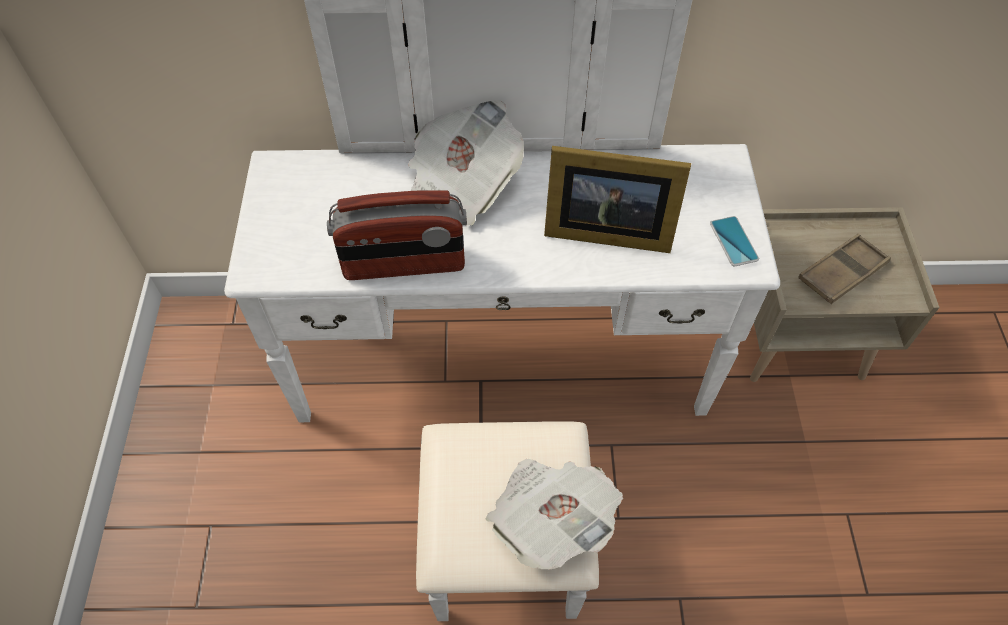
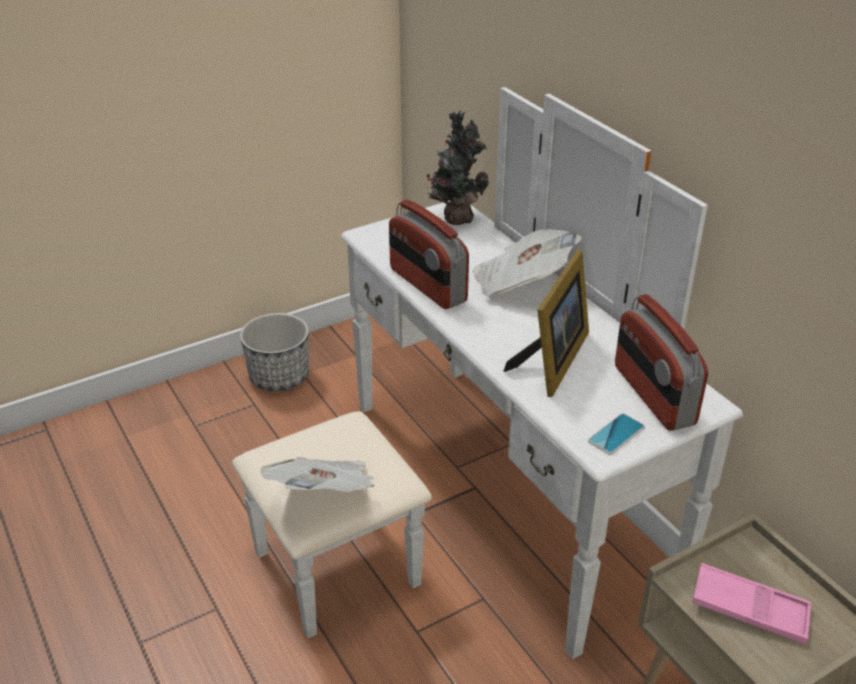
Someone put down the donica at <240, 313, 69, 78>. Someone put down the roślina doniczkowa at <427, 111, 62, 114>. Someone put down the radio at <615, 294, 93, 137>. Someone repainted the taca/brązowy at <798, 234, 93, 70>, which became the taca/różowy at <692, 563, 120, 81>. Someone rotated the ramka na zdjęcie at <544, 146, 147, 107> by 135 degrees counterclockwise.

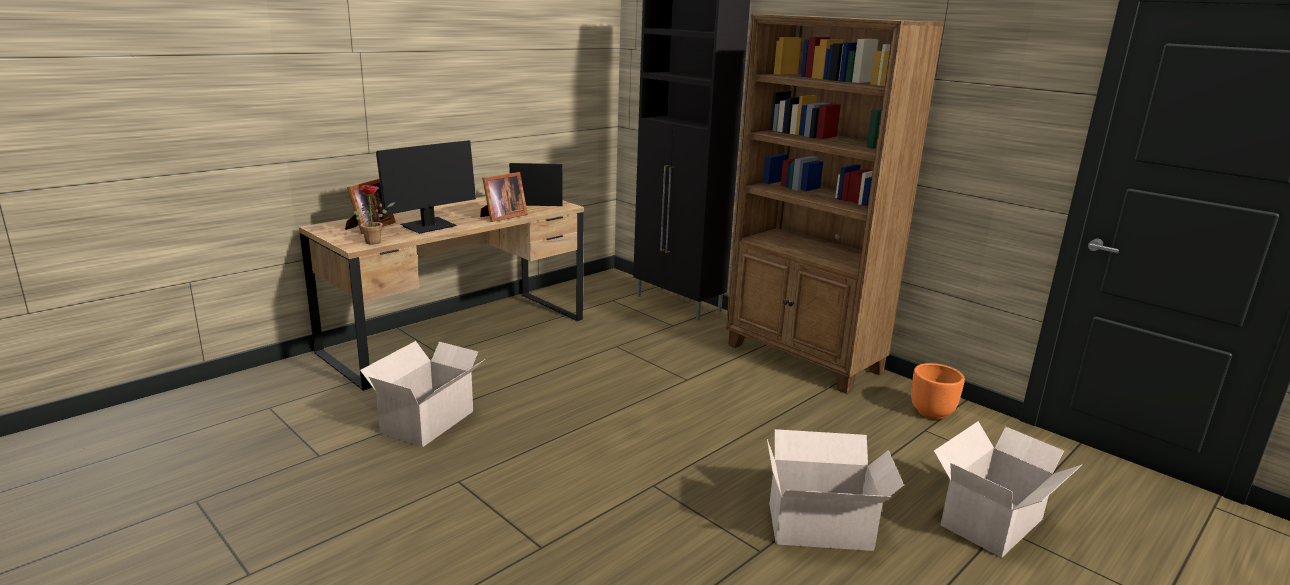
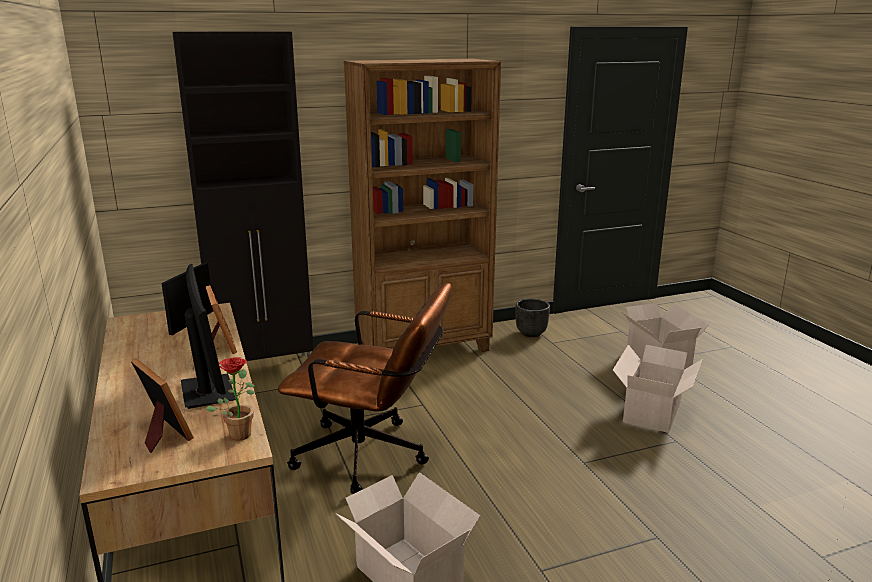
Someone put down the krzesło biurowe/brązowy at <278, 283, 174, 211>. Someone repainted the donica/pomarańczowy at <911, 363, 54, 56>, which became the donica/czarny at <515, 299, 35, 38>.

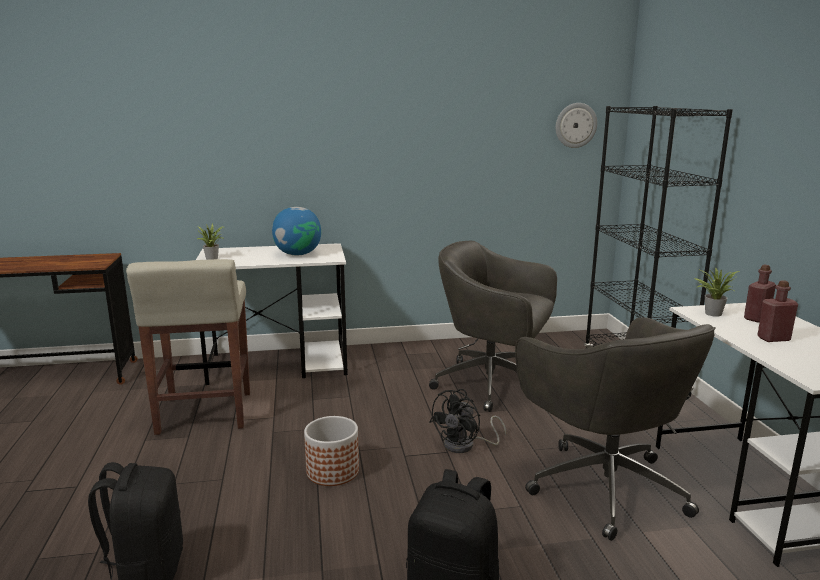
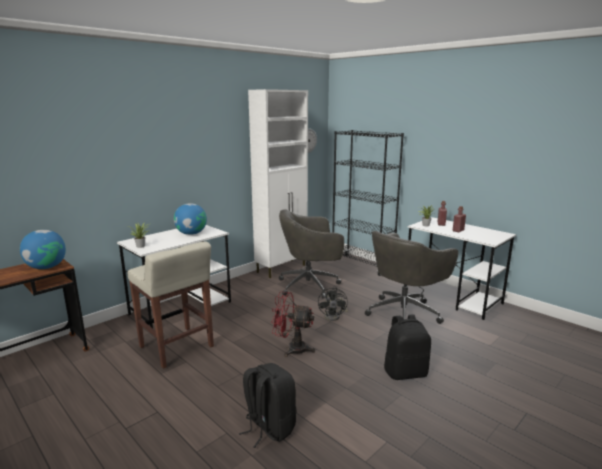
Someone put down the globus at <20, 230, 46, 39>. Someone put down the szafka/biały at <248, 89, 60, 189>. Someone swapped the donica at <304, 416, 55, 70> for the wentylator/czerwony at <271, 292, 44, 65>. Someone rotated the krzesło biurowe/szary at <515, 317, 201, 224> by 105 degrees clockwise.

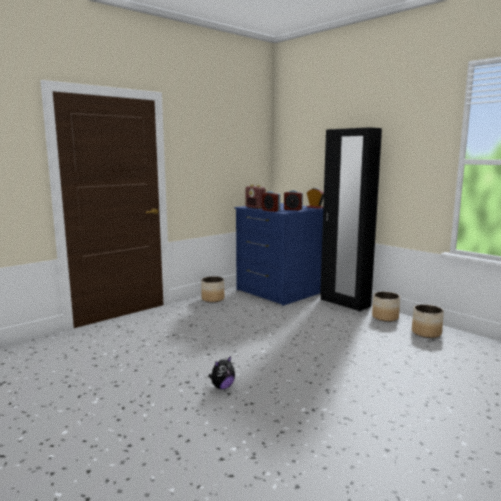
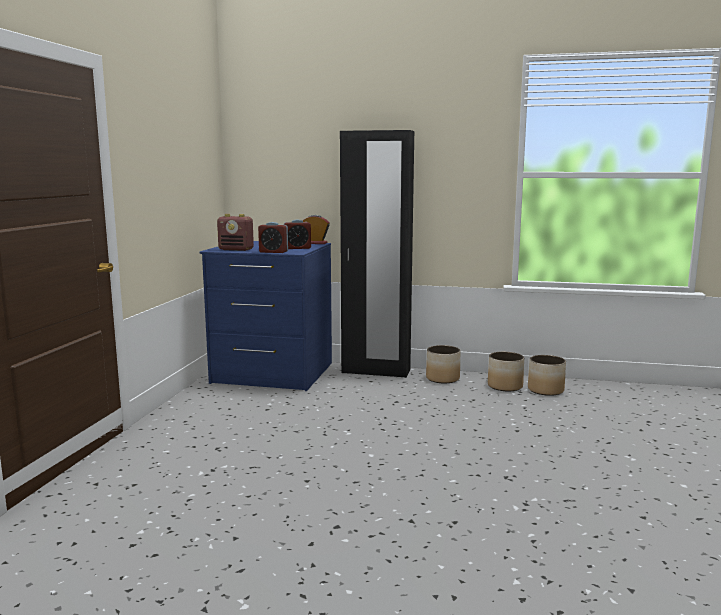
Someone took away the pluszak at <208, 356, 27, 33>. Someone carried the donica from <201, 276, 23, 26> to <528, 355, 38, 41>.

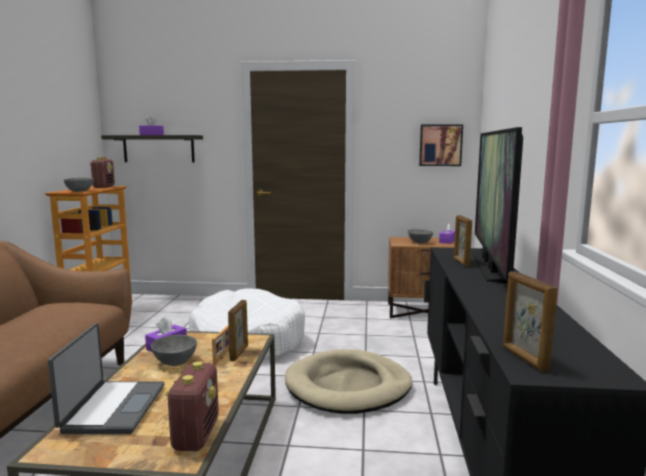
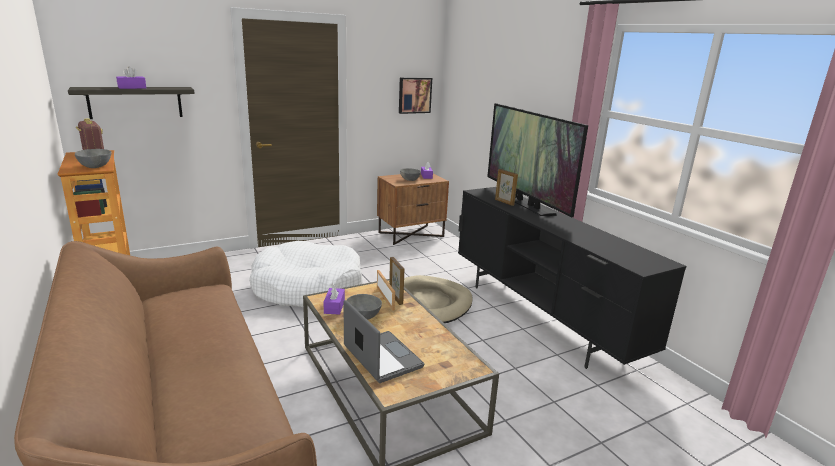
Someone took away the radio at <165, 361, 54, 90>. Someone took away the ramka na zdjęcie at <503, 271, 55, 101>.

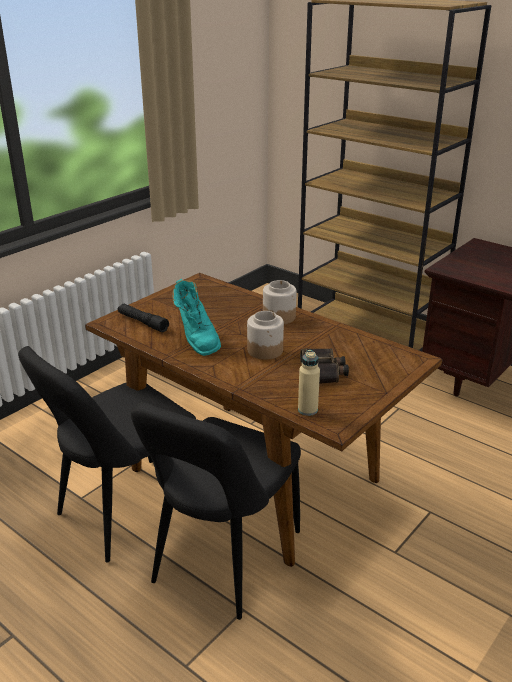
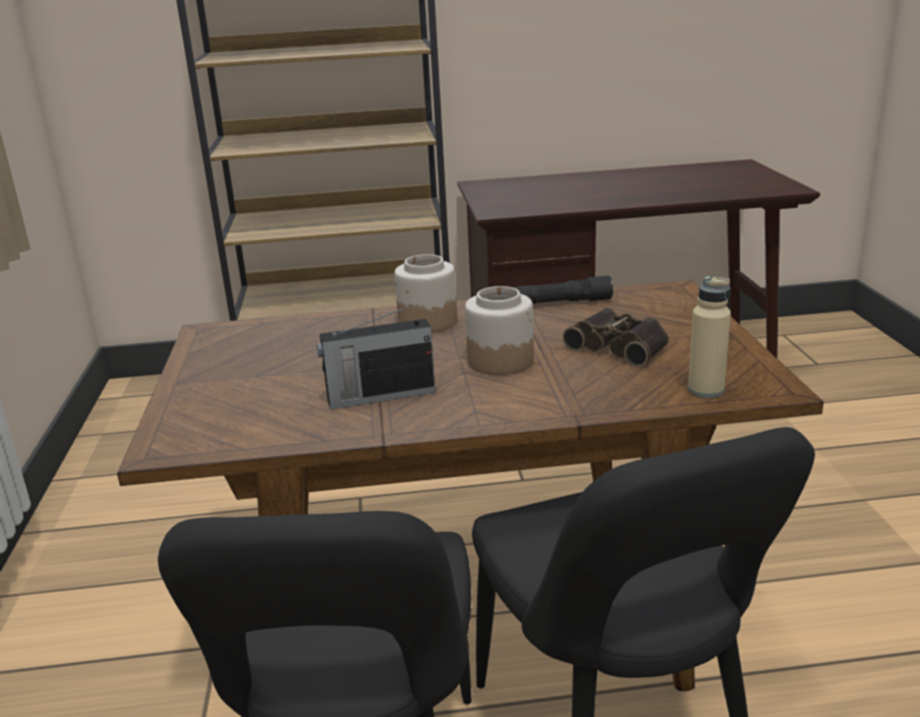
Someone carried the latarka/czarny from <118, 304, 51, 28> to <512, 276, 101, 28>. Someone swapped the but z cholewką/turkusowy at <172, 279, 49, 77> for the radio at <316, 305, 120, 105>.

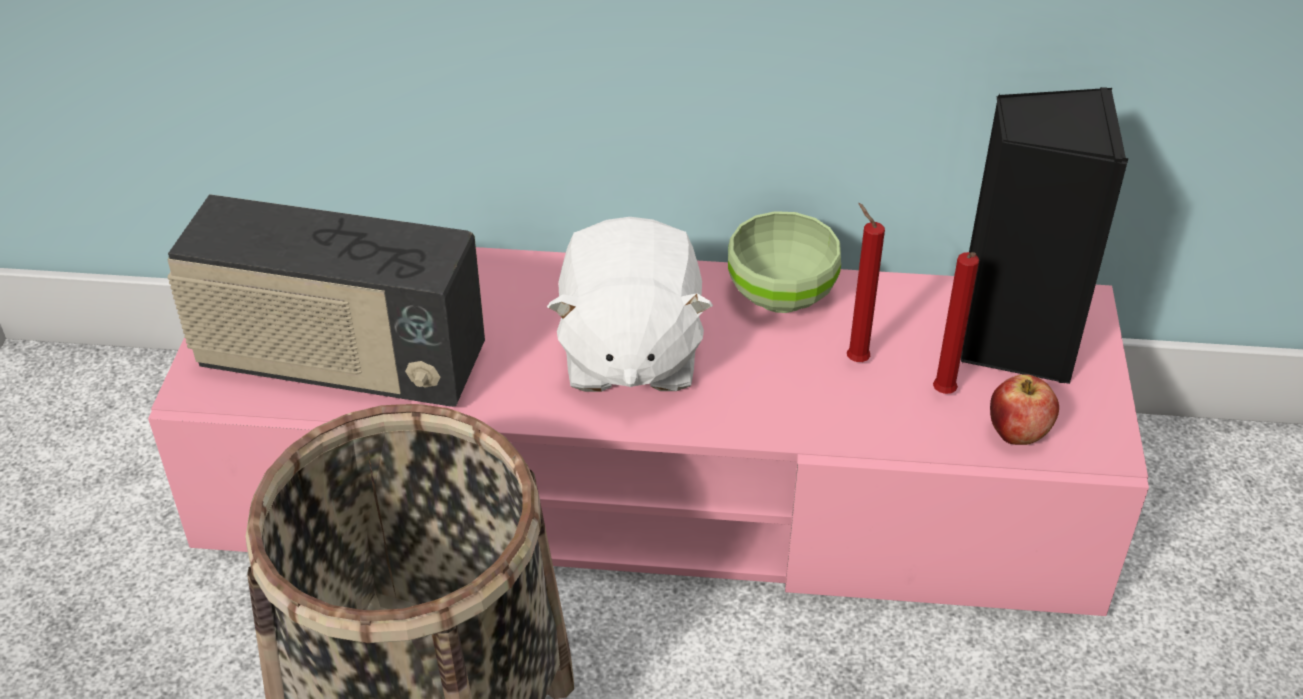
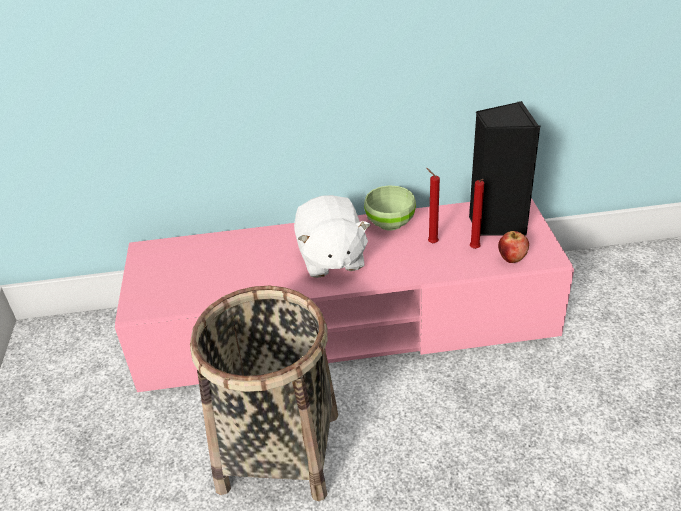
Someone took away the radio at <167, 194, 318, 213>.

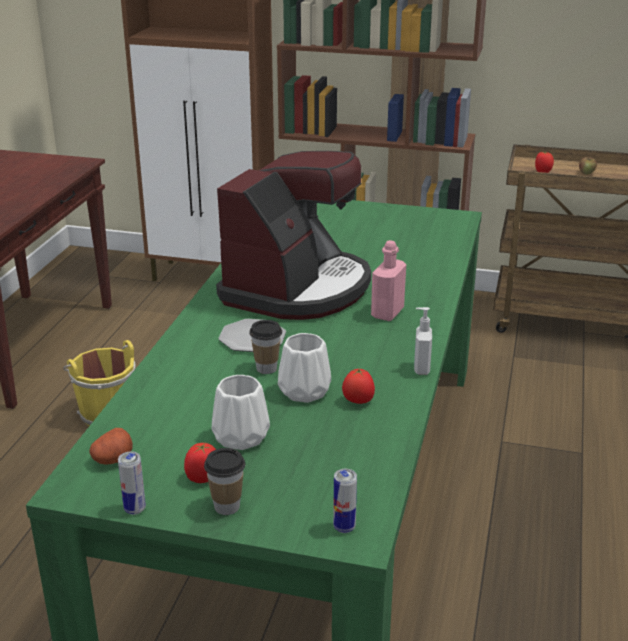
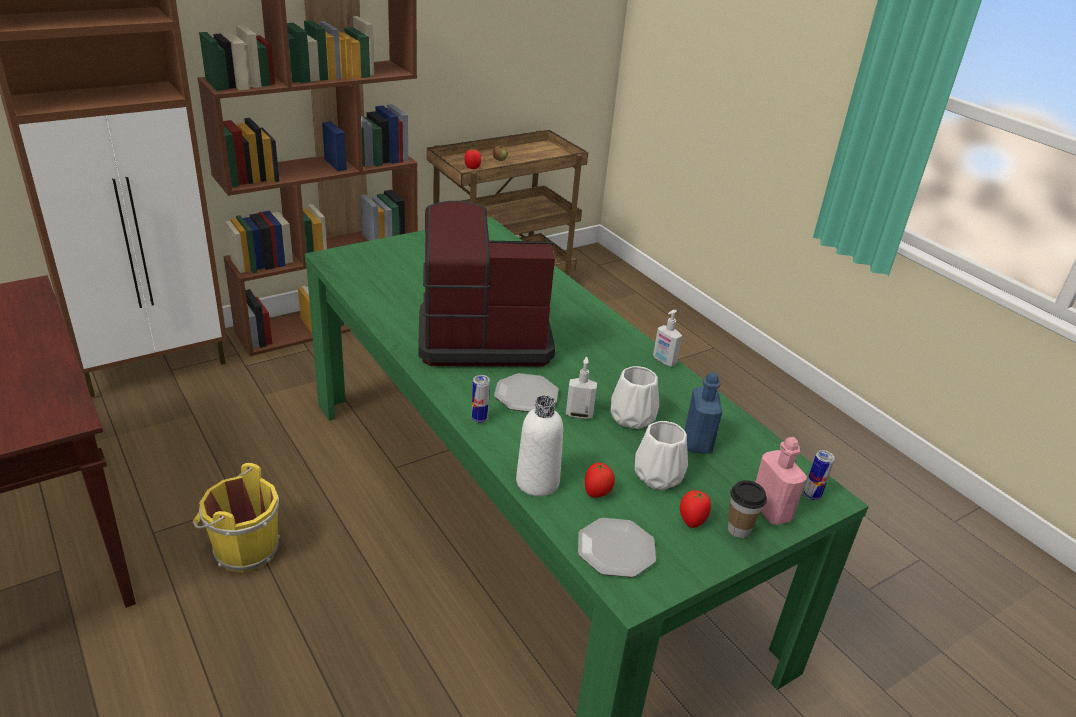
Someone put down the butelka/biały at <516, 395, 47, 101>. Someone put down the butelka/niebieski at <685, 372, 37, 82>. Someone carried the puszka from <118, 451, 28, 64> to <471, 375, 19, 48>. Someone carried the pomidor from <342, 369, 33, 35> to <585, 463, 30, 35>. Someone carried the butelka/różowy from <371, 240, 35, 81> to <755, 437, 52, 88>. Someone swapped the ziemniak at <89, 428, 44, 37> for the talerz at <578, 518, 78, 59>. Someone swapped the filiżanka at <249, 320, 33, 54> for the dozownik mydła at <566, 357, 31, 62>. Someone rotated the ekspres do kawy at <216, 151, 155, 169> by 75 degrees counterclockwise.

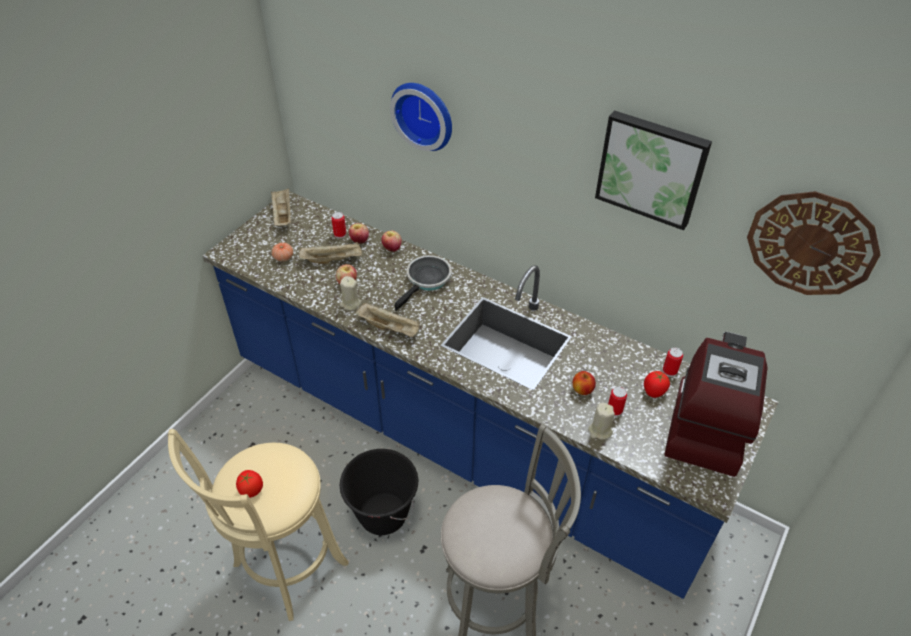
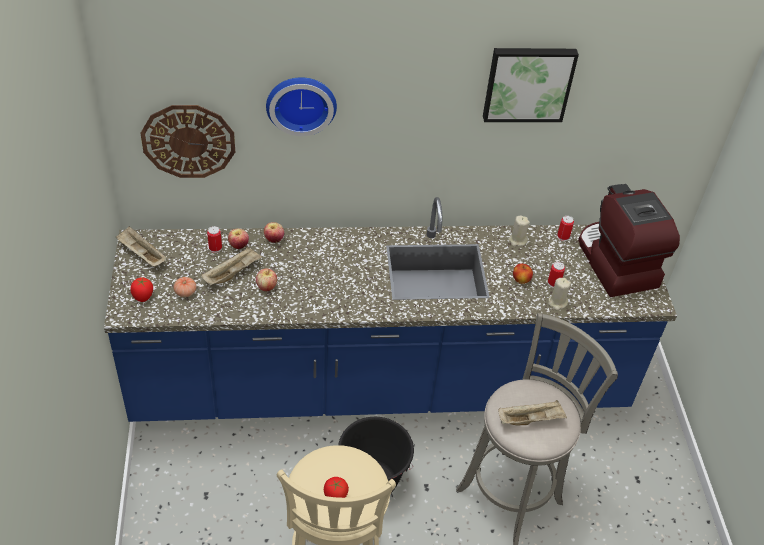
Someone took away the patelnia at <394, 255, 58, 56>. Someone carried the świeca/beżowy from <340, 276, 21, 34> to <508, 216, 22, 30>. Someone carried the taca/beżowy from <355, 302, 65, 35> to <498, 400, 69, 25>. Someone carried the pomidor from <644, 371, 26, 27> to <130, 277, 23, 25>. Someone carried the zegar ścienny from <747, 191, 134, 104> to <140, 105, 95, 73>.

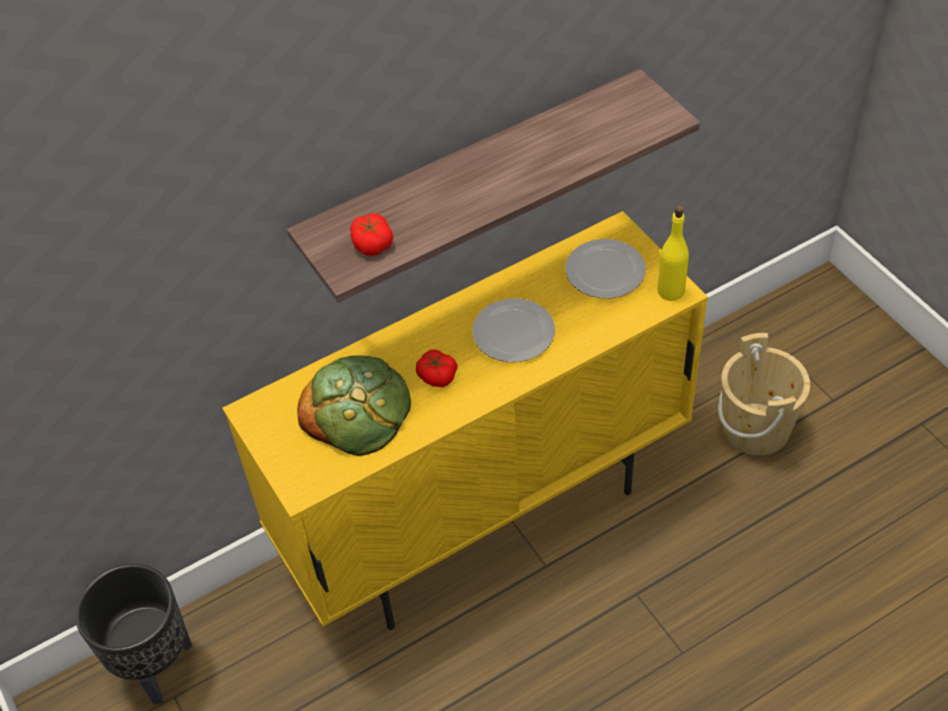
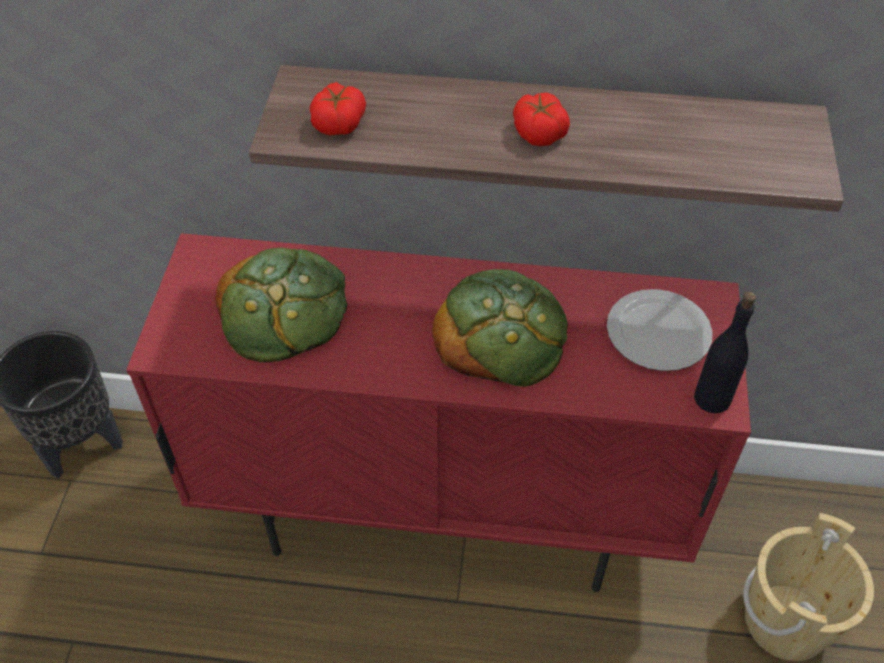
Someone carried the pomidor from <416, 350, 42, 37> to <513, 93, 57, 53>. Someone swapped the talerz at <472, 298, 83, 64> for the chleb at <432, 269, 136, 118>. Someone repainted the szafka/żółty at <222, 211, 486, 419>, which became the szafka/czerwony at <126, 233, 625, 359>. Someone repainted the butelka/żółty at <657, 205, 32, 96>, which became the butelka/czarny at <694, 292, 62, 122>.

